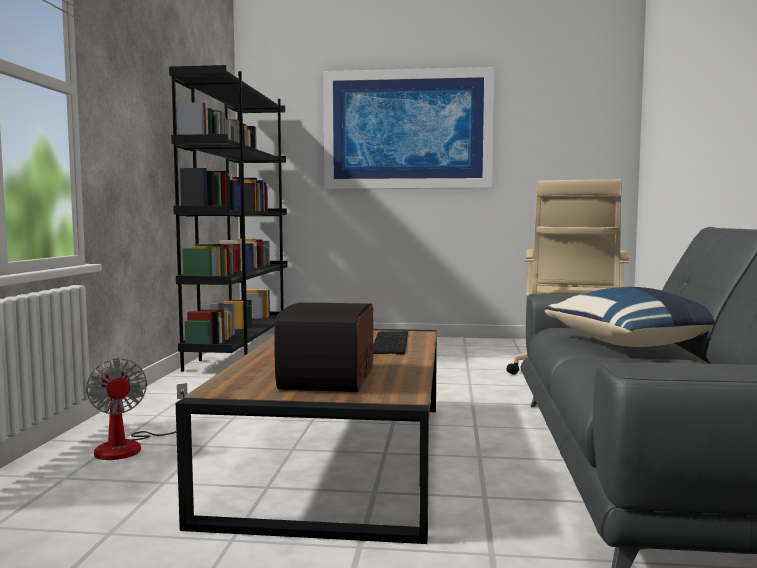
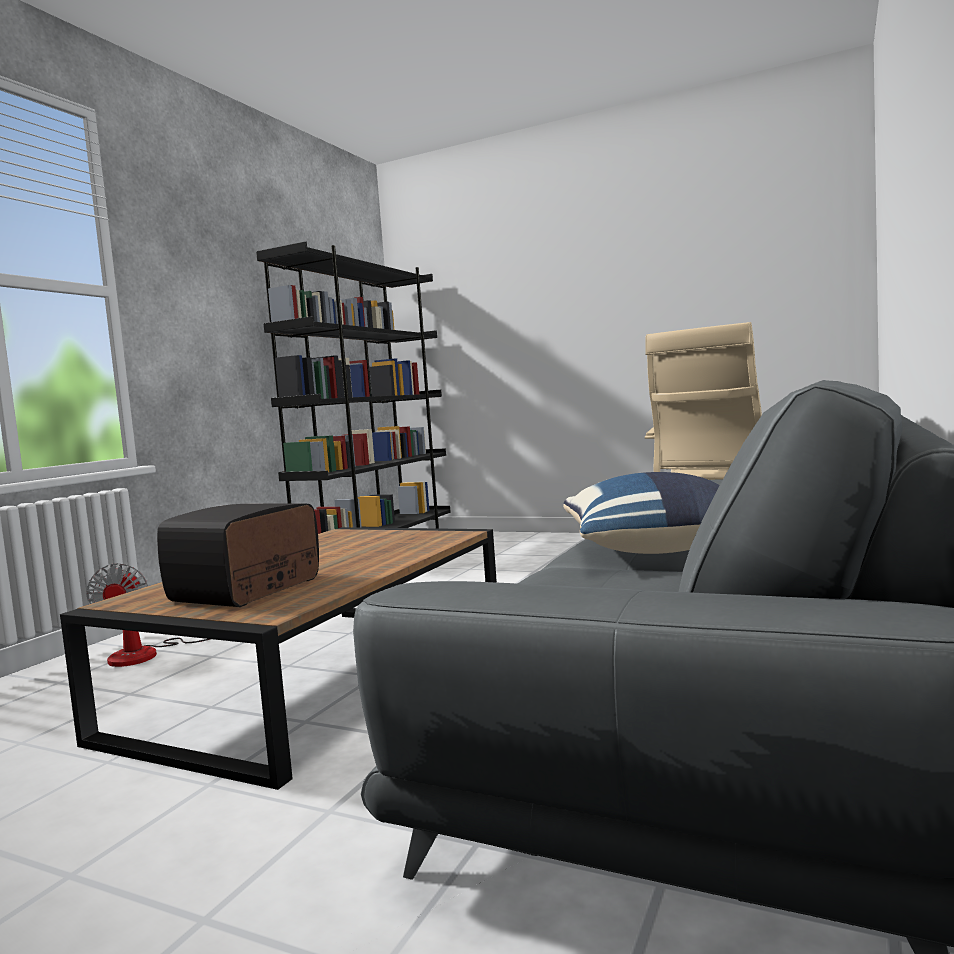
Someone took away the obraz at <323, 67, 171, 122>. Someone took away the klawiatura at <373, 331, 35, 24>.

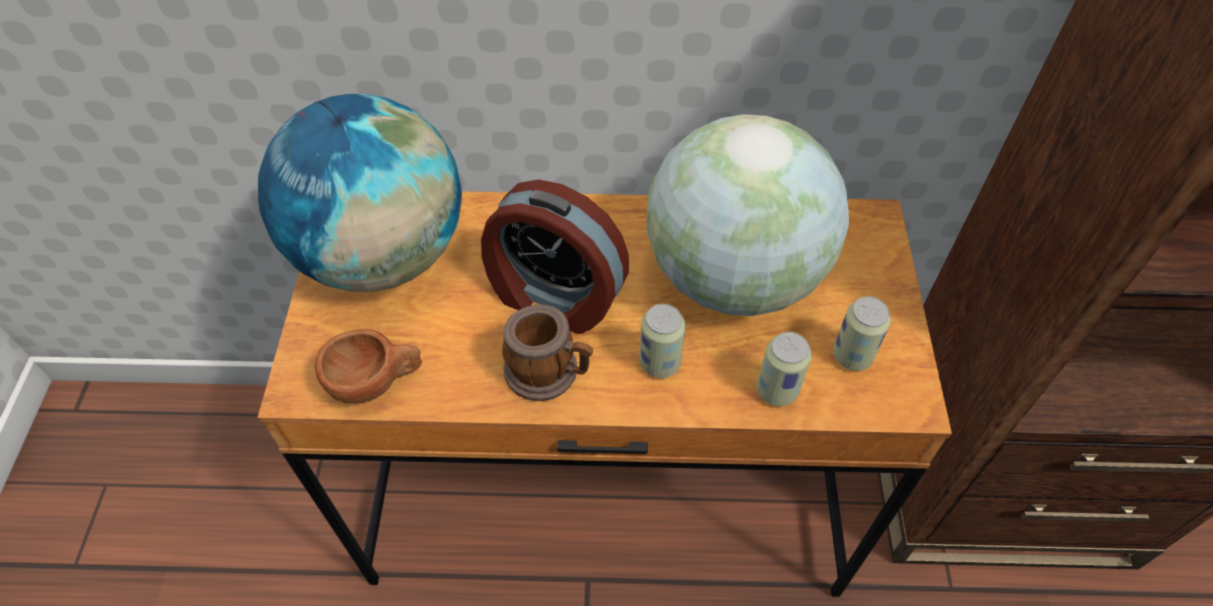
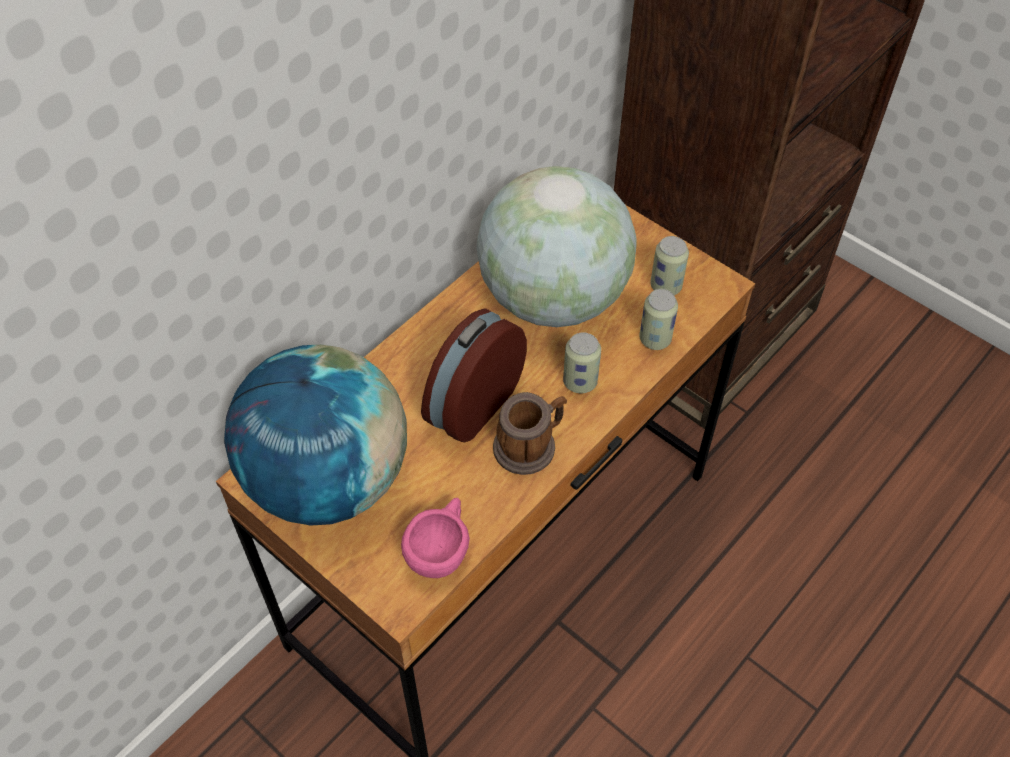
Someone repainted the filiżanka/brązowy at <314, 329, 108, 75>, which became the filiżanka/różowy at <401, 498, 69, 80>. Someone rotated the budzik at <481, 179, 148, 155> by 150 degrees clockwise.

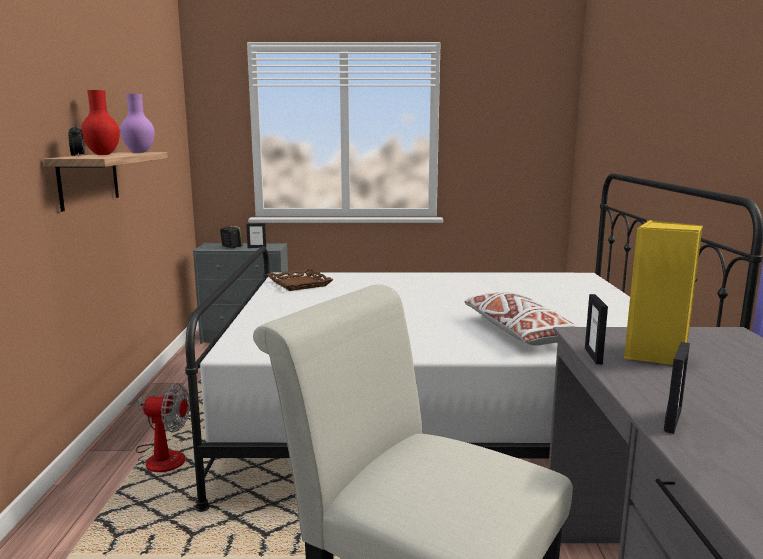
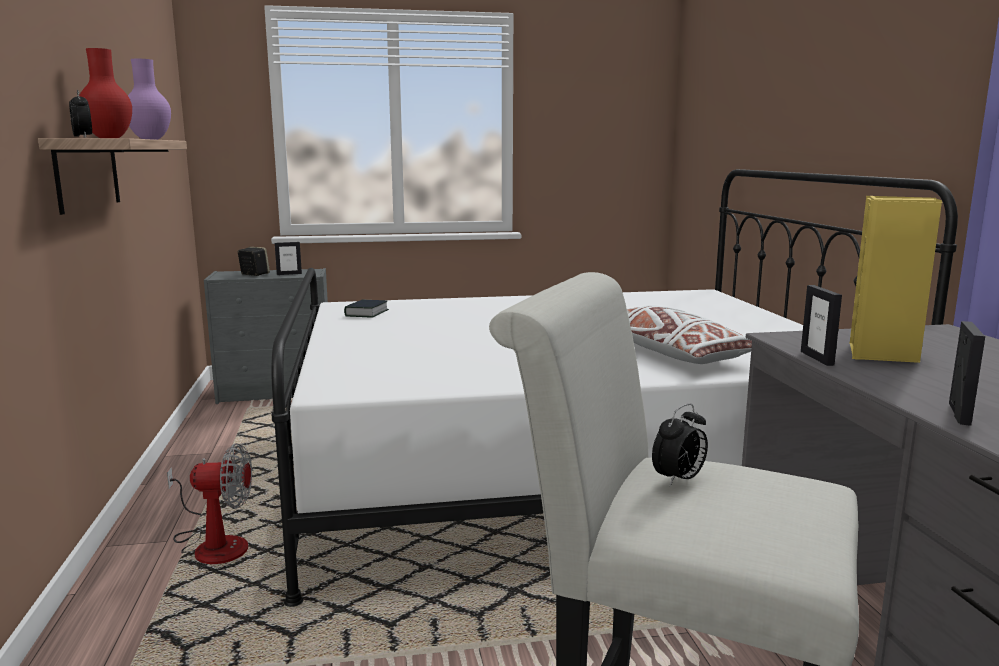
Someone put down the budzik at <652, 404, 56, 83>. Someone swapped the taca/brązowy at <266, 268, 68, 23> for the książka at <344, 300, 45, 17>.

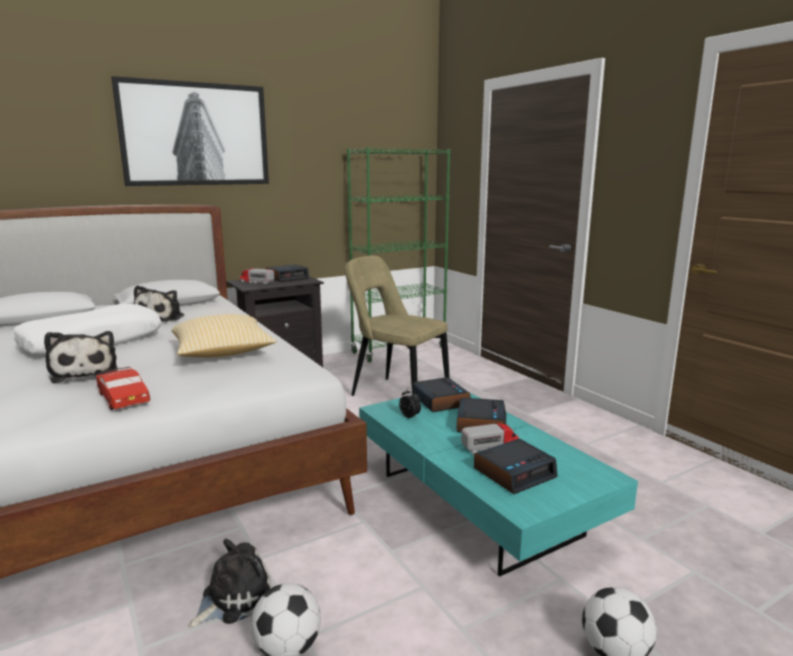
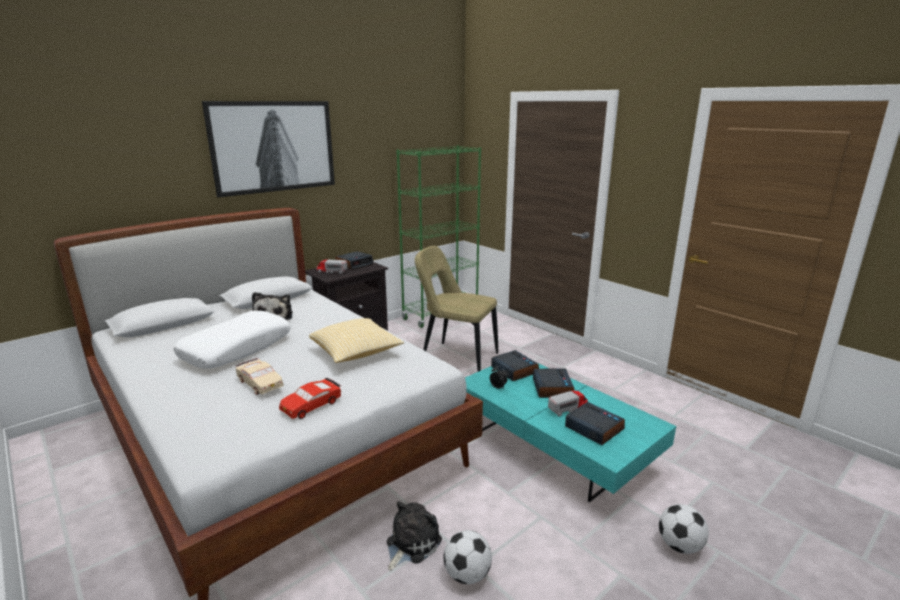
Someone swapped the pluszak at <44, 331, 74, 52> for the samochodzik/beżowy at <236, 358, 48, 37>. Someone rotated the samochodzik/czerwony at <96, 367, 54, 43> by 90 degrees clockwise. Someone rotated the budzik at <474, 439, 84, 55> by 90 degrees counterclockwise.

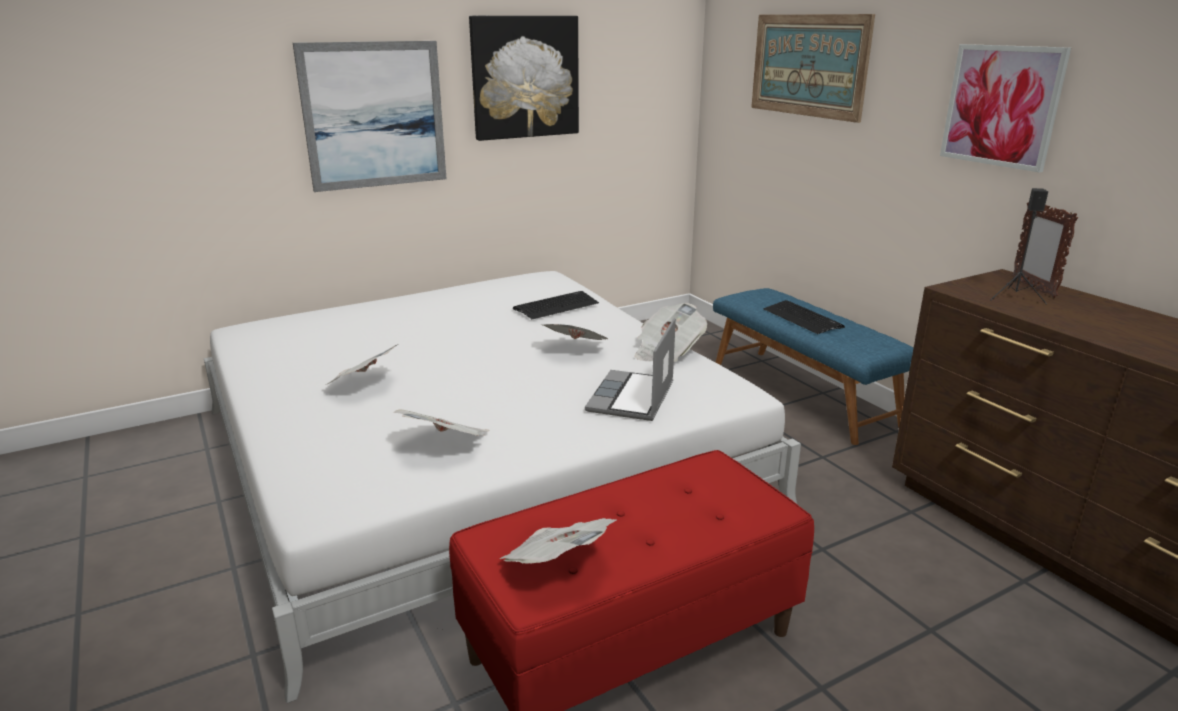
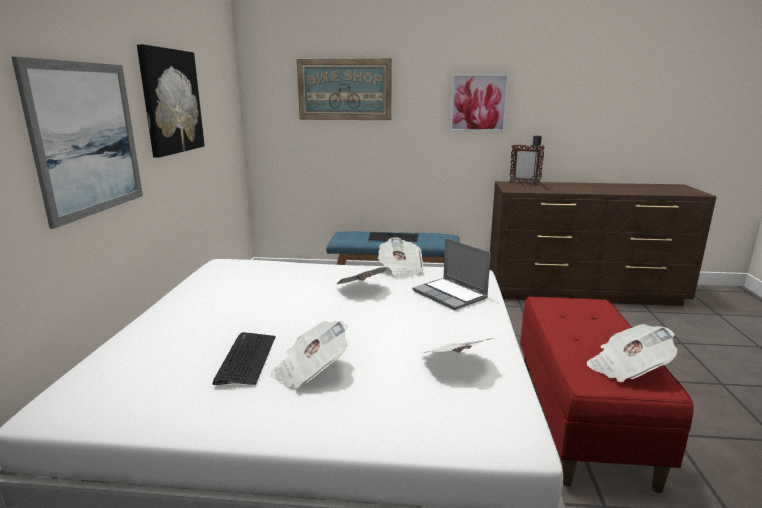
Someone carried the klawiatura from <513, 291, 86, 28> to <212, 332, 63, 53>.

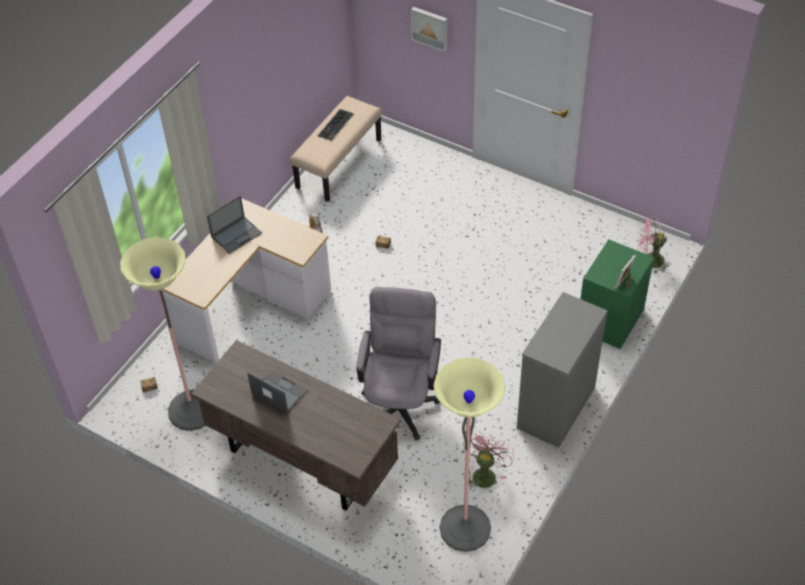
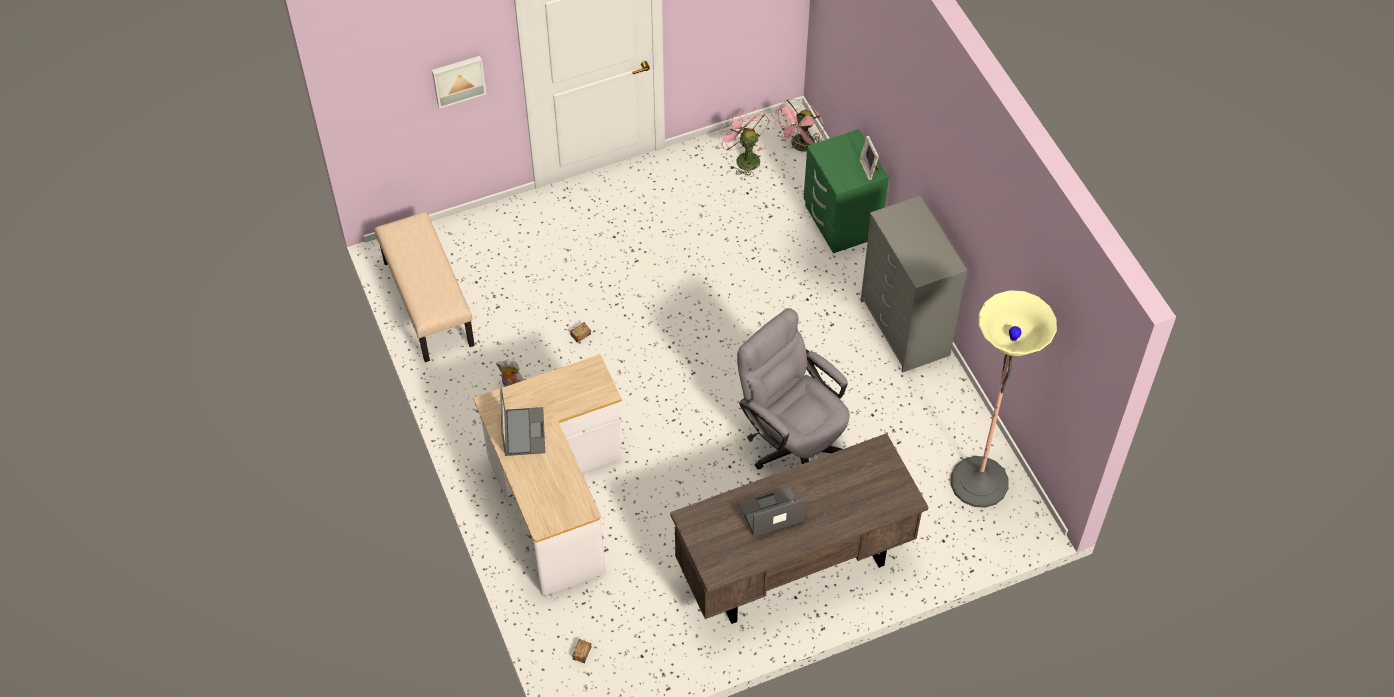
Someone took away the lampa stojąca at <120, 237, 86, 194>. Someone took away the klawiatura at <318, 109, 35, 32>. Someone carried the wentylator/różowy from <463, 431, 51, 60> to <718, 107, 51, 70>.

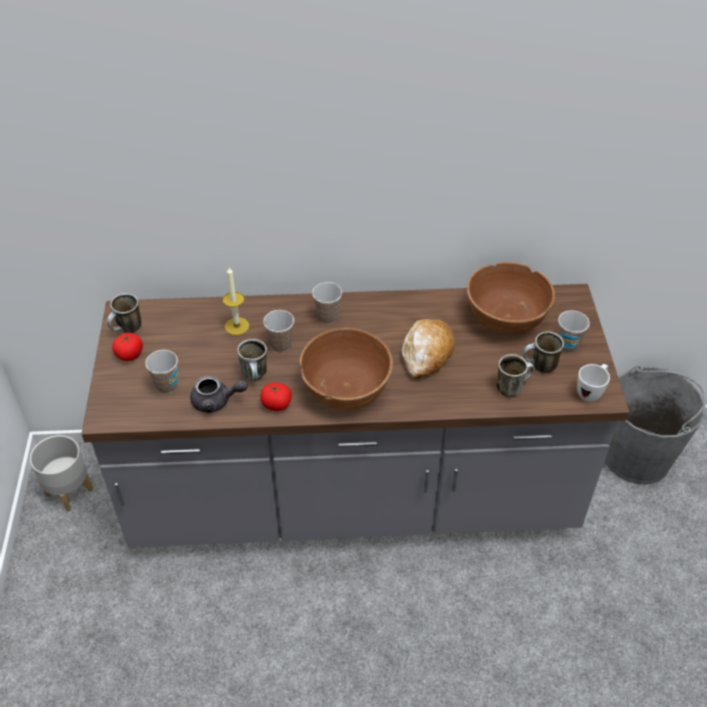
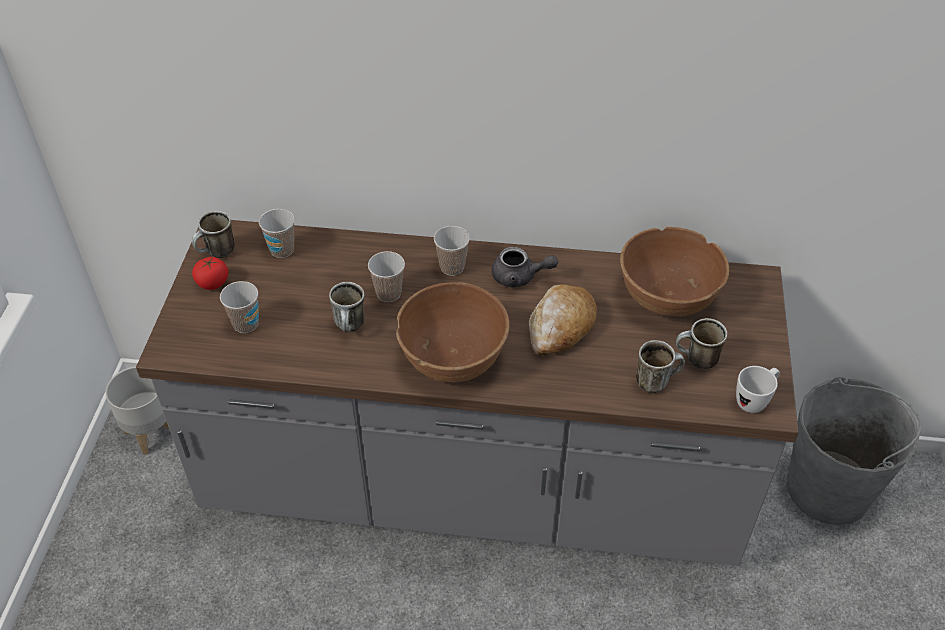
Someone took away the świeca at <223, 267, 26, 68>. Someone took away the pomidor at <261, 382, 31, 29>. Someone carried the imbryk/szary from <190, 376, 58, 37> to <492, 247, 66, 41>. Someone carried the filiżanka from <558, 310, 32, 43> to <259, 209, 36, 49>.

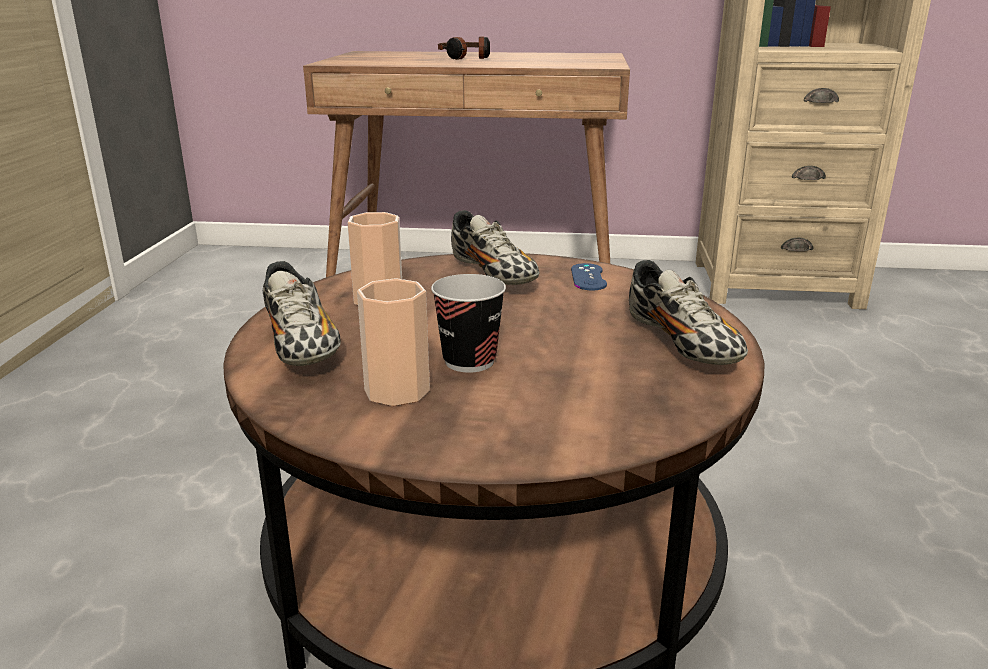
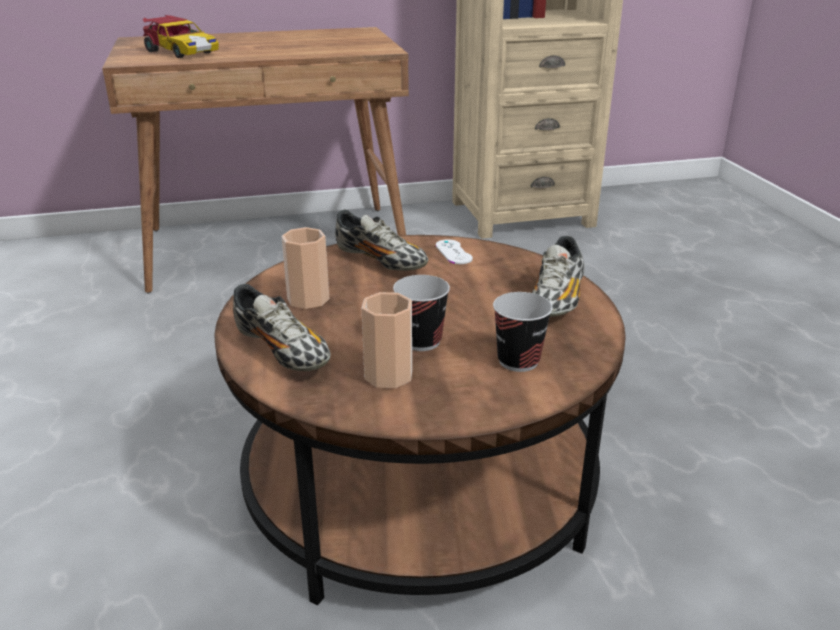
Someone took away the słuchawki at <438, 36, 52, 24>. Someone put down the samochodzik at <143, 15, 76, 43>. Someone put down the filiżanka at <493, 292, 60, 80>. Someone repainted the pad do gier/niebieski at <571, 263, 36, 27>, which became the pad do gier/biały at <436, 239, 37, 25>. Someone rotated the but at <629, 260, 119, 105> by 60 degrees clockwise.

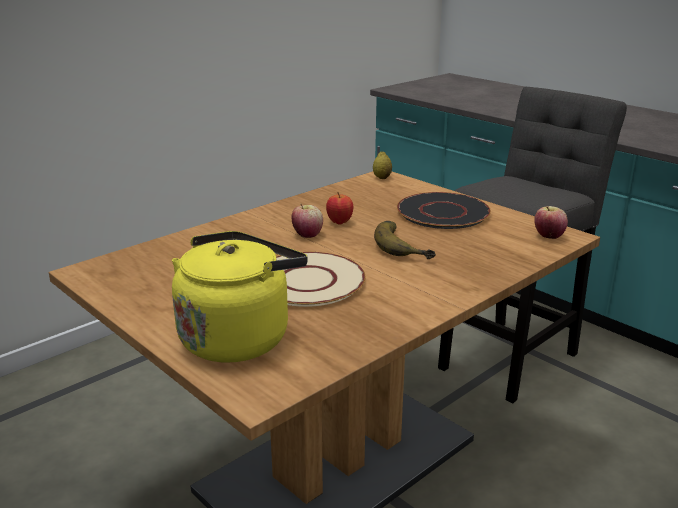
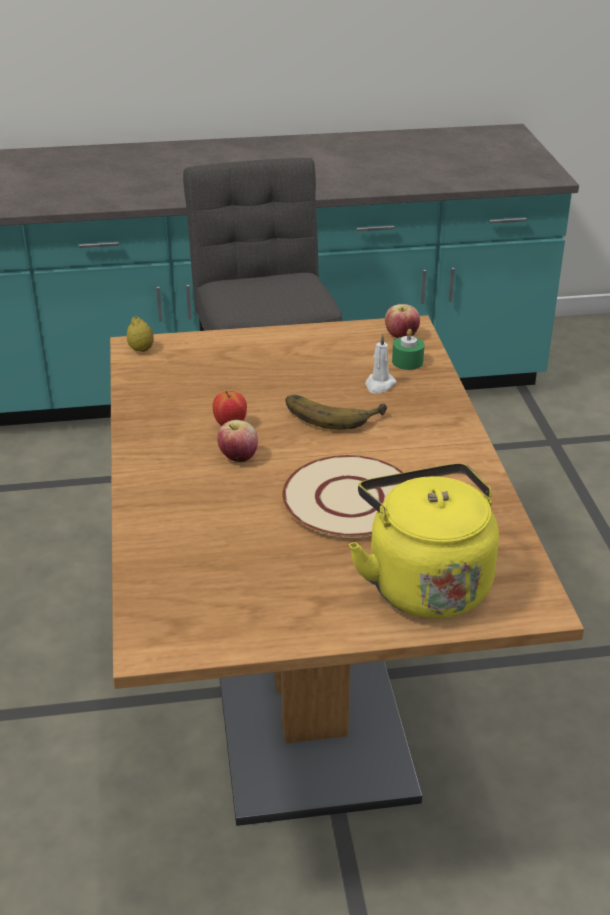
Someone took away the talerz/czarny at <397, 192, 94, 37>. Someone put down the świeca/biały at <365, 333, 32, 61>. Someone put down the świeca/zielony at <392, 329, 32, 41>.

